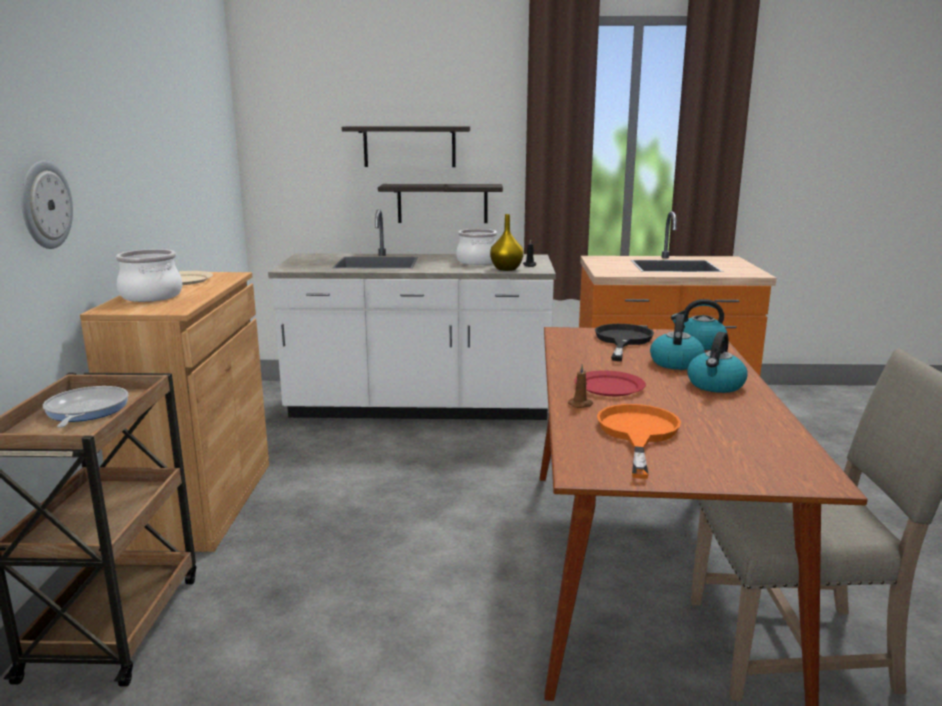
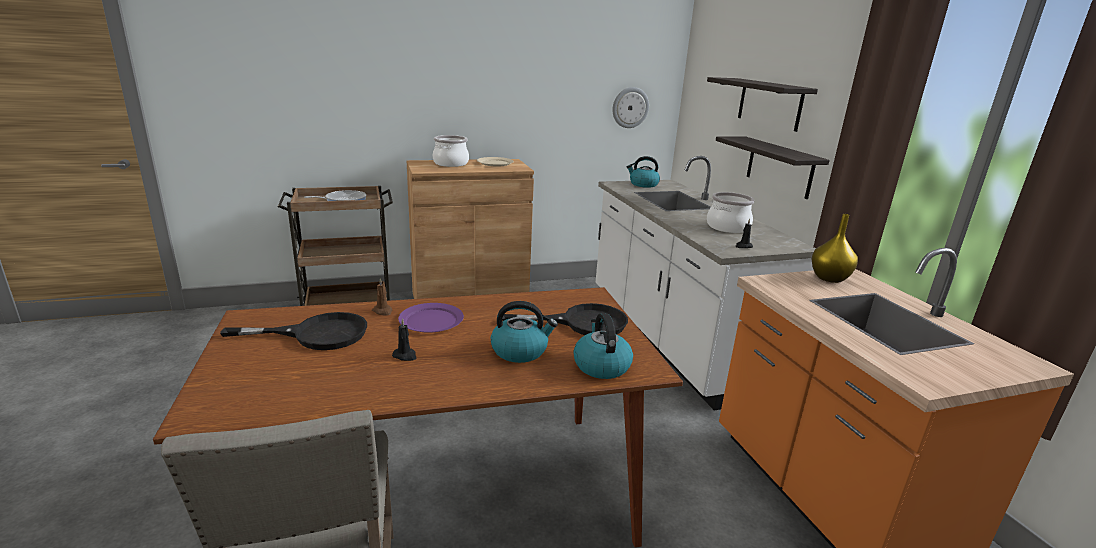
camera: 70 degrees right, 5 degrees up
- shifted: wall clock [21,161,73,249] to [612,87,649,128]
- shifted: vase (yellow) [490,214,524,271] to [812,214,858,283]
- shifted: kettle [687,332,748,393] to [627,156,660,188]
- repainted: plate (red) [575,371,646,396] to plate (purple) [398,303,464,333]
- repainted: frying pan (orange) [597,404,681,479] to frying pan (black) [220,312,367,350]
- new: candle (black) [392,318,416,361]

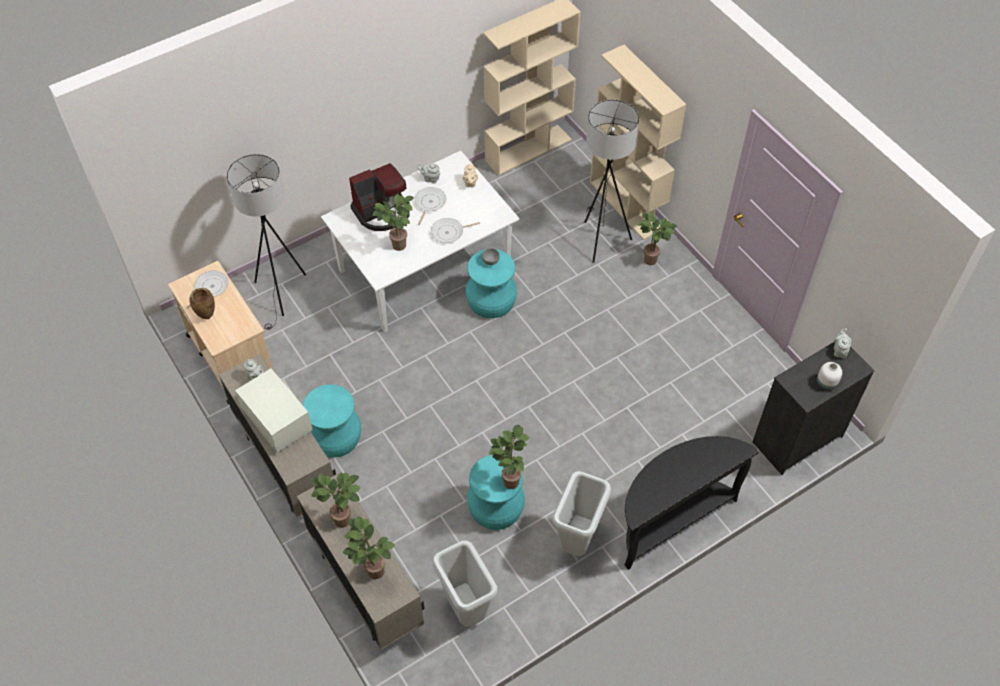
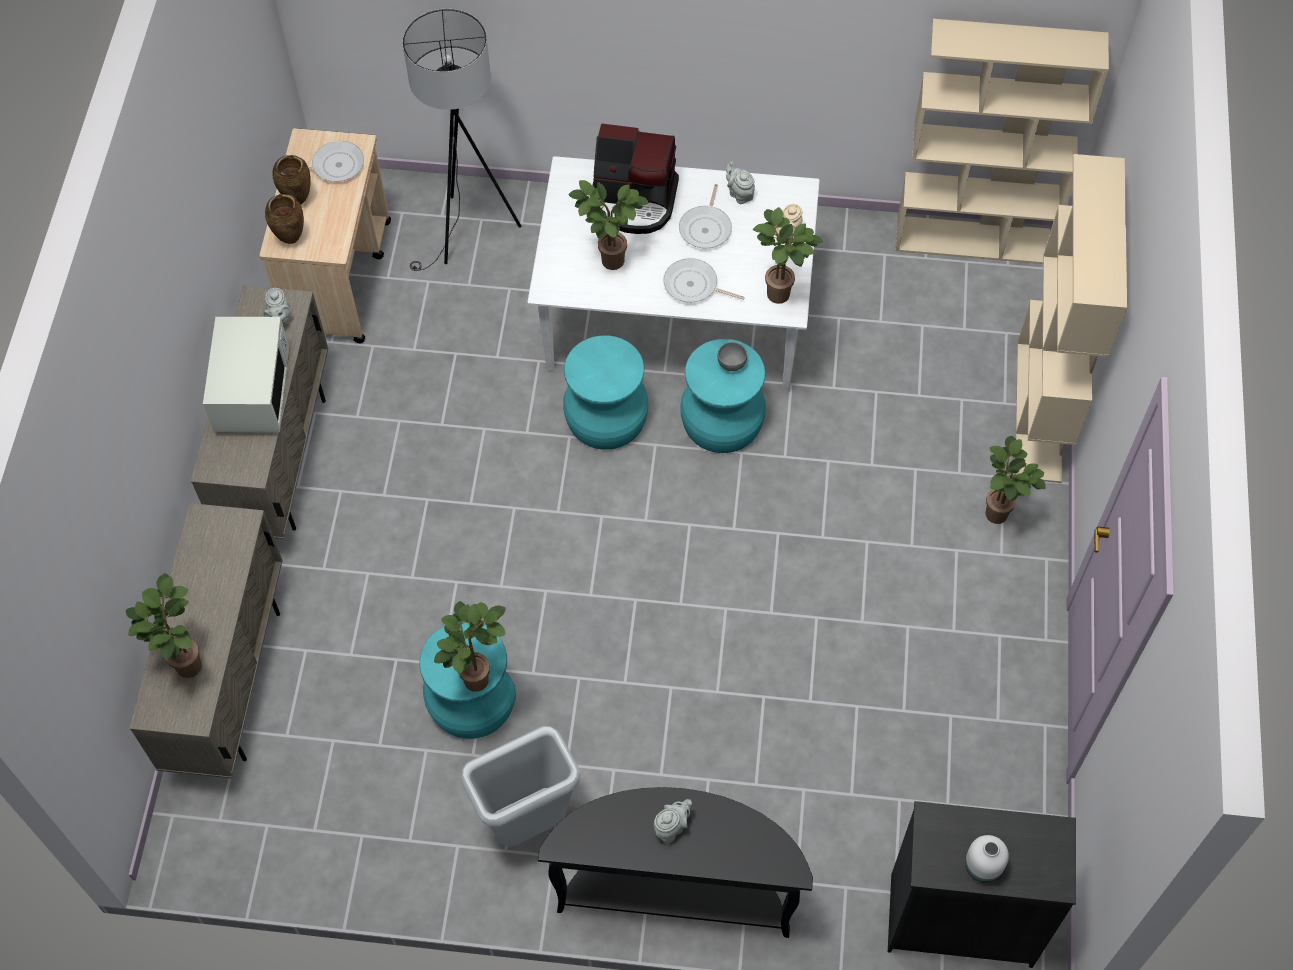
camera: 40 degrees right, 5 degrees up
- gone: floor lamp (grey) [585,99,639,263]
- rotated: frying pan [415,187,446,225] = [679,184,732,249] 135 degrees clockwise
- shifted: teapot (grey) [834,328,852,358] to [654,799,692,843]
- shifted: stool (turquoise) [303,384,361,458] to [563,335,648,450]
- shifted: potted plant [311,472,360,528] to [753,207,823,304]
- gone: trash can (grey) [432,541,497,627]
- new: vase (brown) [265,194,304,244]

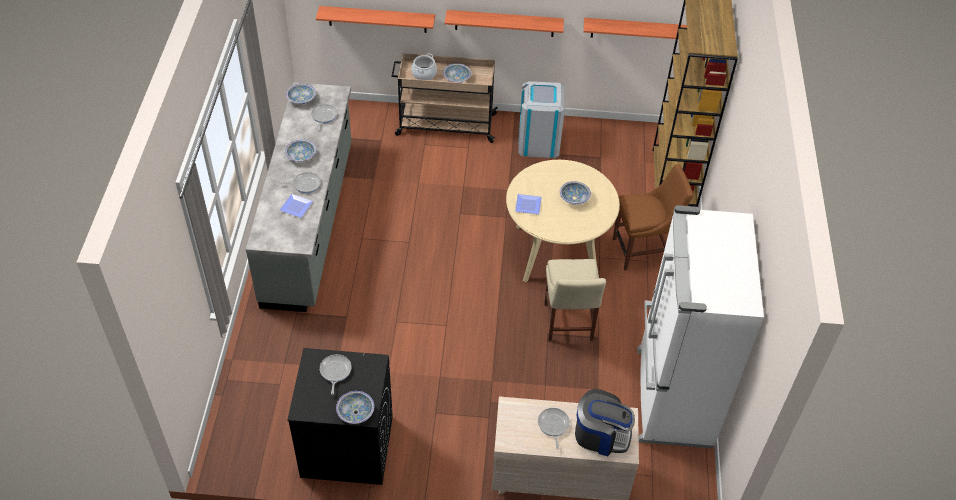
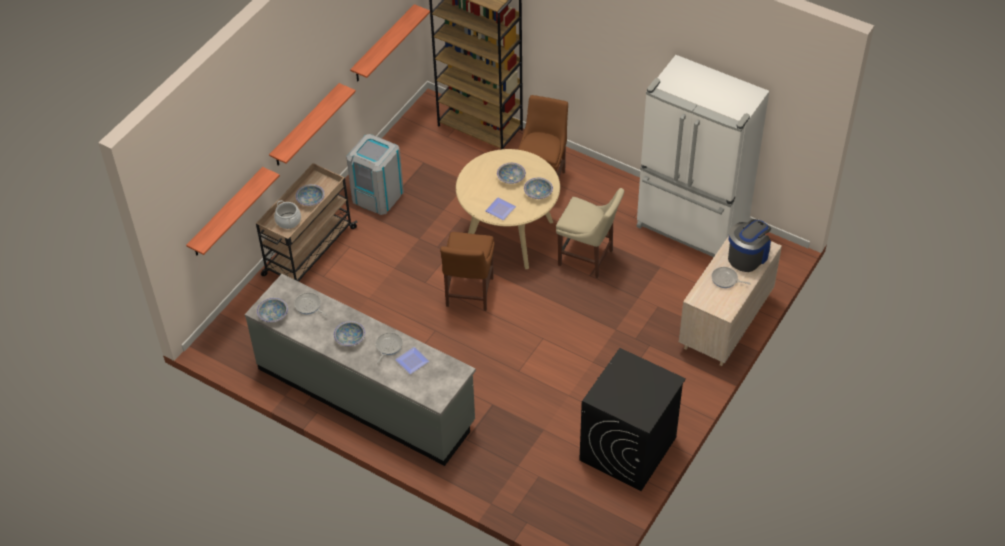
camera: 60 degrees left, 0 degrees up
- gone: frying pan [320,354,351,395]
- shifted: bowl [336,391,374,424] to [524,178,553,199]
- new: chair (brown) [440,232,495,311]

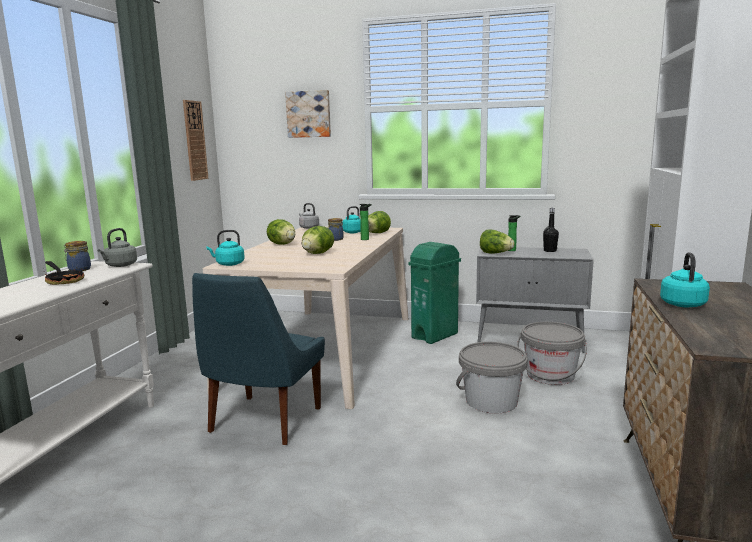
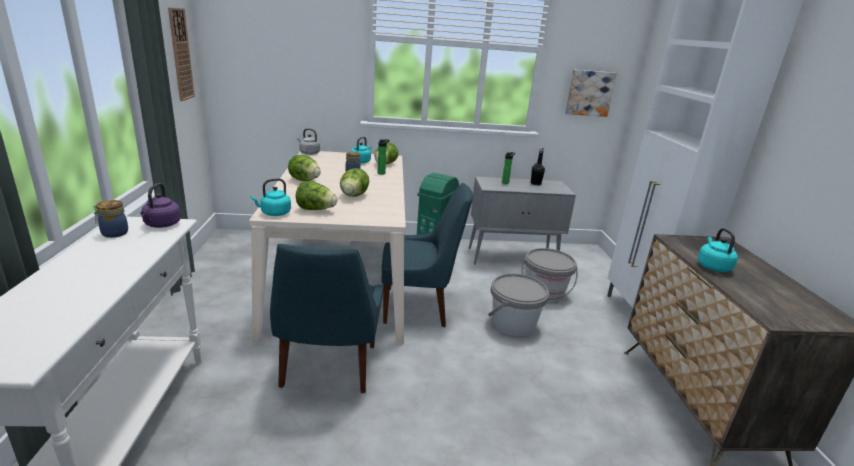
camera: 20 degrees left, 10 degrees up
- shifted: picture [285,90,331,138] to [565,70,617,117]
- repainted: kettle (grey) [97,228,137,267] to kettle (purple) [140,183,181,228]
- shifted: lettuce [480,230,515,254] to [296,181,337,210]
- gone: frying pan [45,261,85,285]
- new: chair (blue) [382,183,473,327]

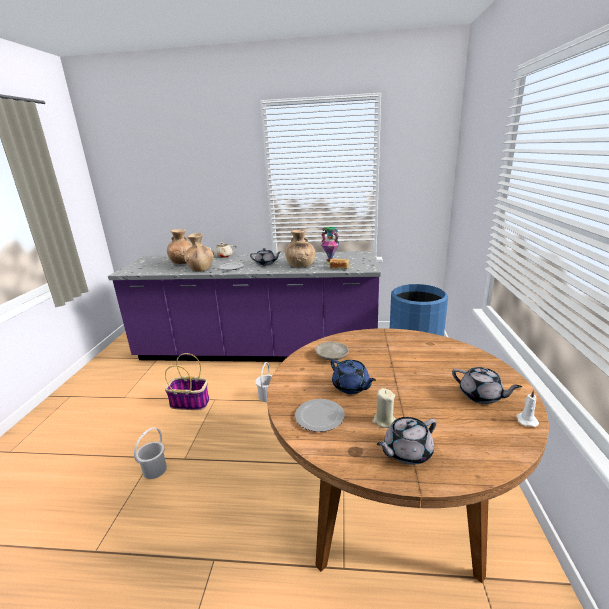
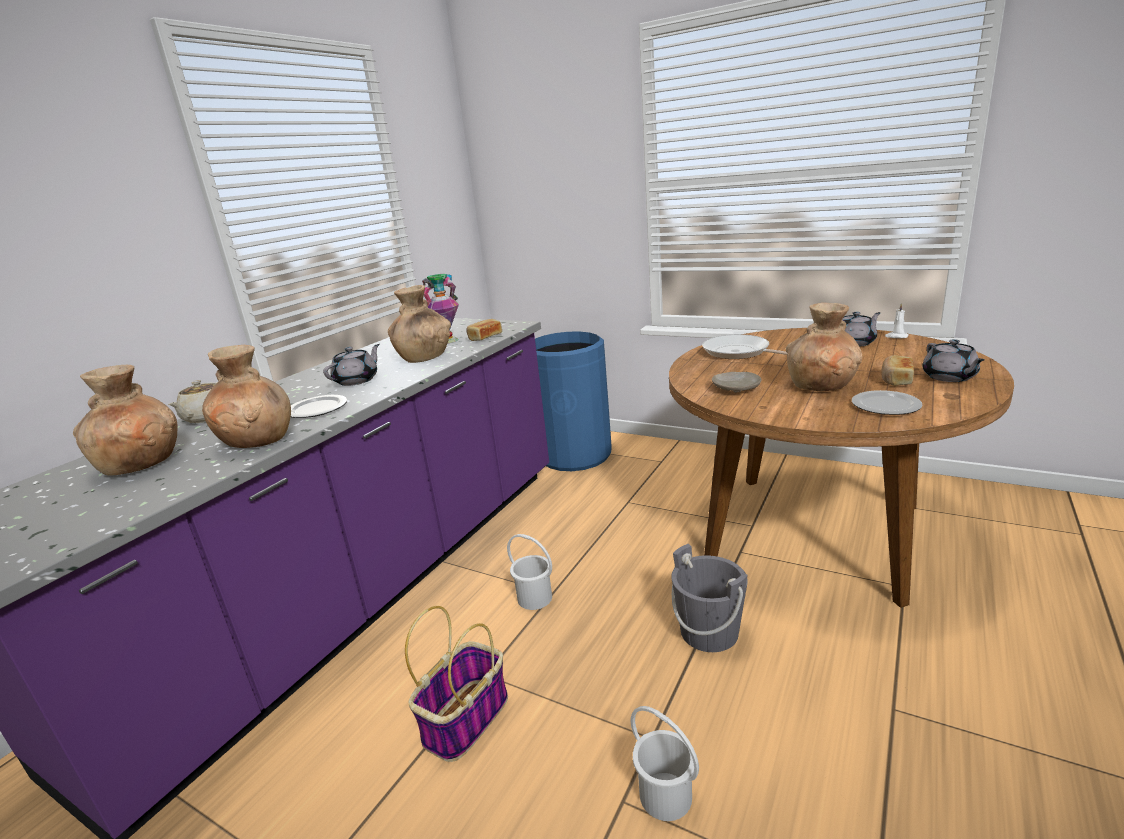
camera: 65 degrees left, 0 degrees up
- swapped: teapot (blue) [331,359,376,394] to vase (brown) [786,303,863,391]
- swapped: candle (beige) [372,388,396,428] to bread [881,355,914,386]
- new: frying pan [702,334,787,359]
- new: bucket (grey) [671,544,748,652]

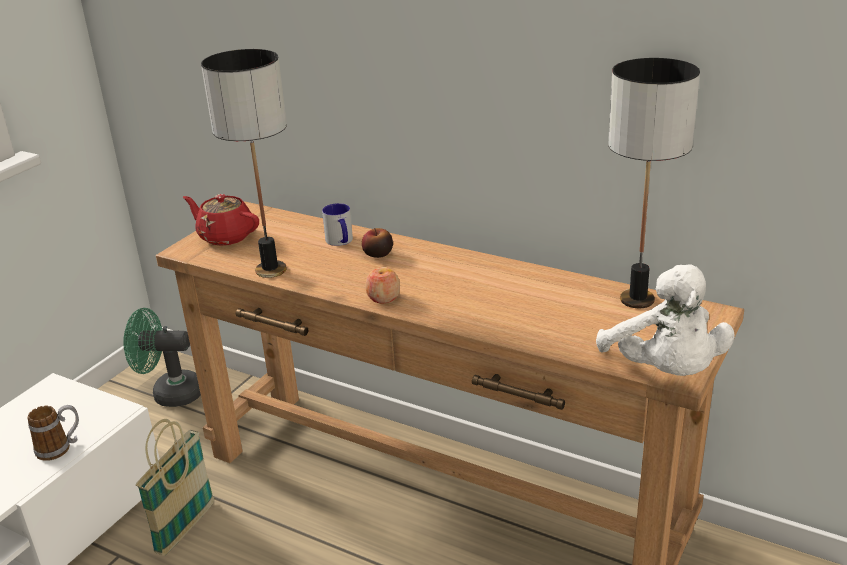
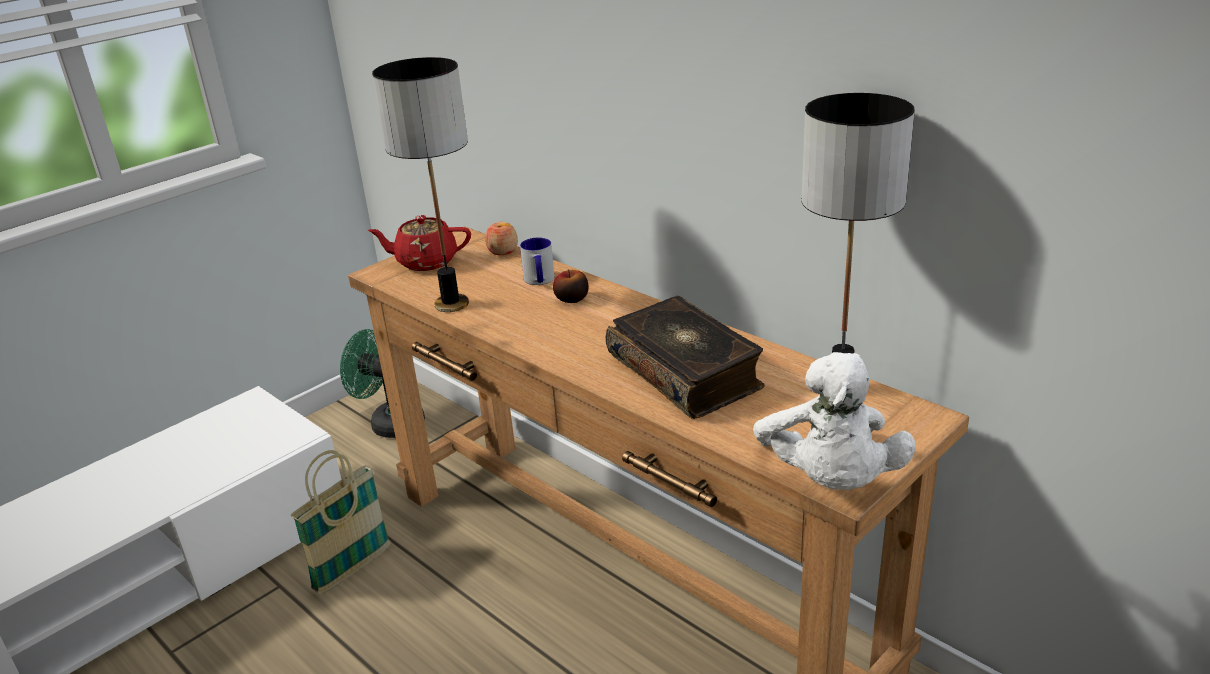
camera: 15 degrees right, 0 degrees up
- rotated: teapot (red) [183,194,259,246] = [367,215,471,271] 45 degrees counterclockwise
- shifted: apple [366,267,400,303] to [485,222,518,255]
- gone: mug [27,405,79,461]
- new: book [606,296,765,419]

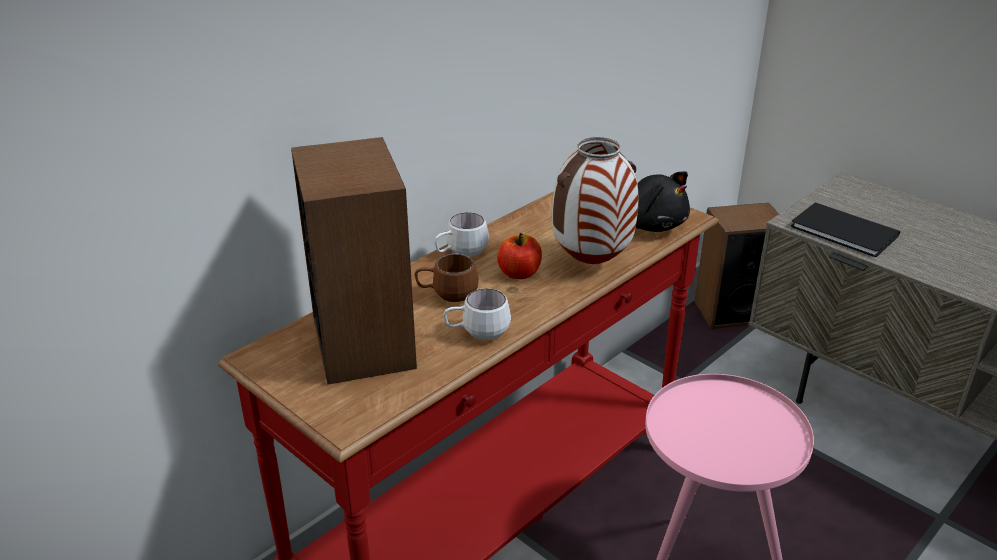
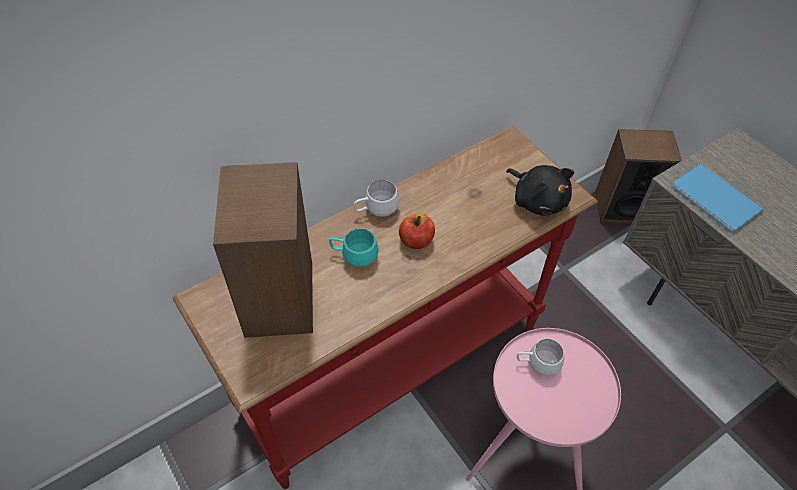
camera: 10 degrees right, 20 degrees up
- gone: vase [552,137,639,264]
- repainted: book (black) [791,202,900,257] to book (blue) [671,164,764,233]
- repainted: mug (brown) [415,254,479,302] to mug (turquoise) [329,229,379,267]
- shifted: mug (white) [443,288,511,340] to [517,339,564,376]

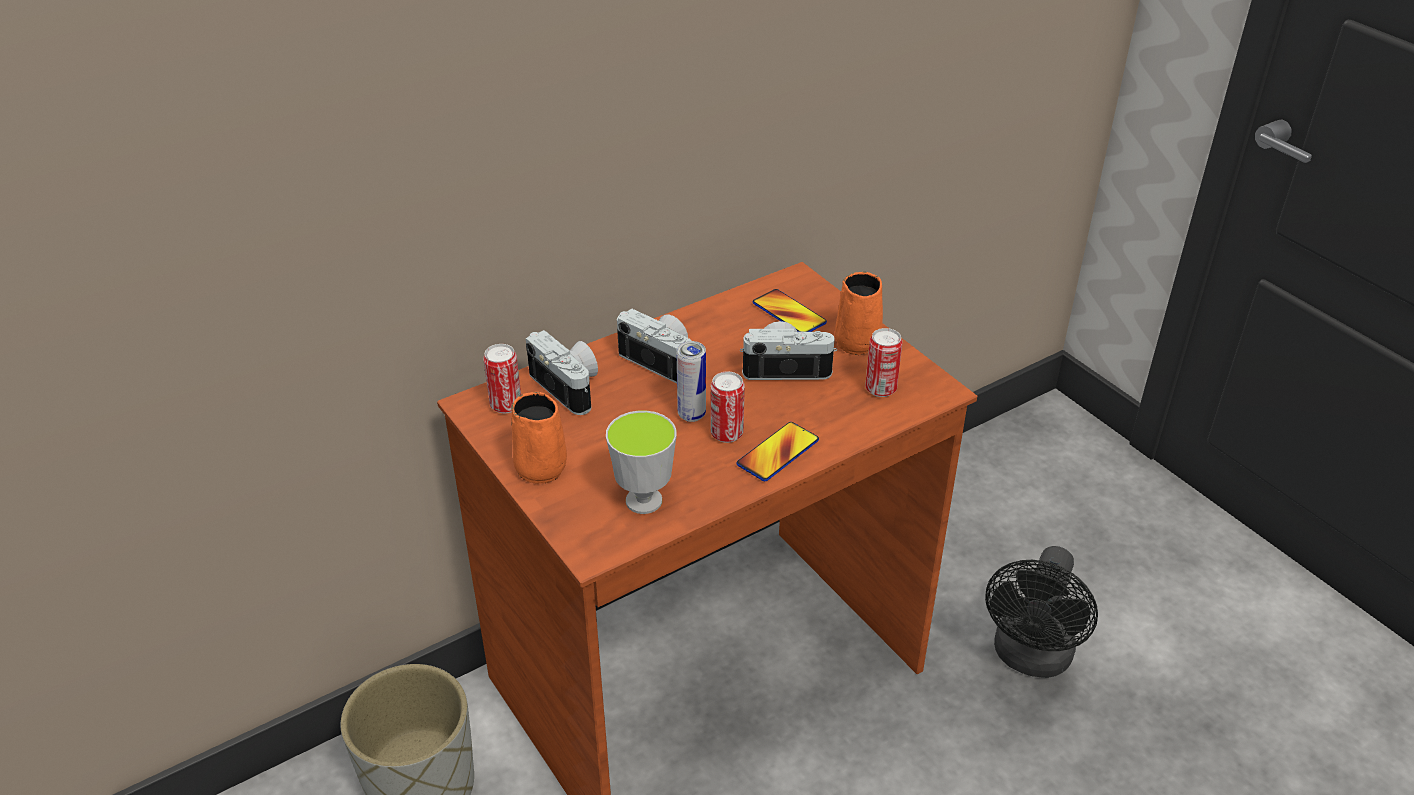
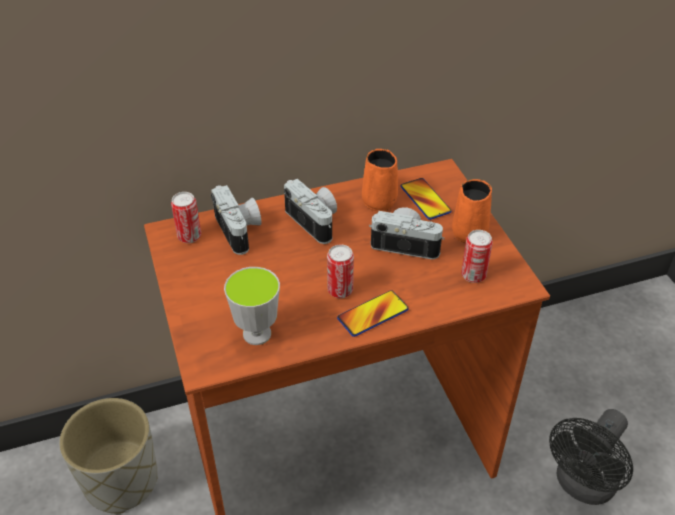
camera: 15 degrees right, 5 degrees up
- gone: can [677,341,706,422]
- shifted: mug (orange) [511,392,567,484] to [362,149,398,211]

